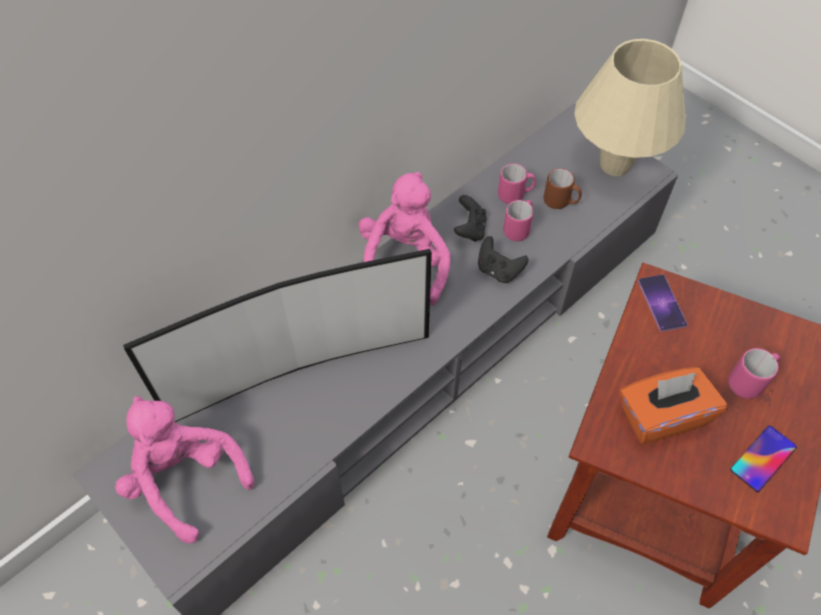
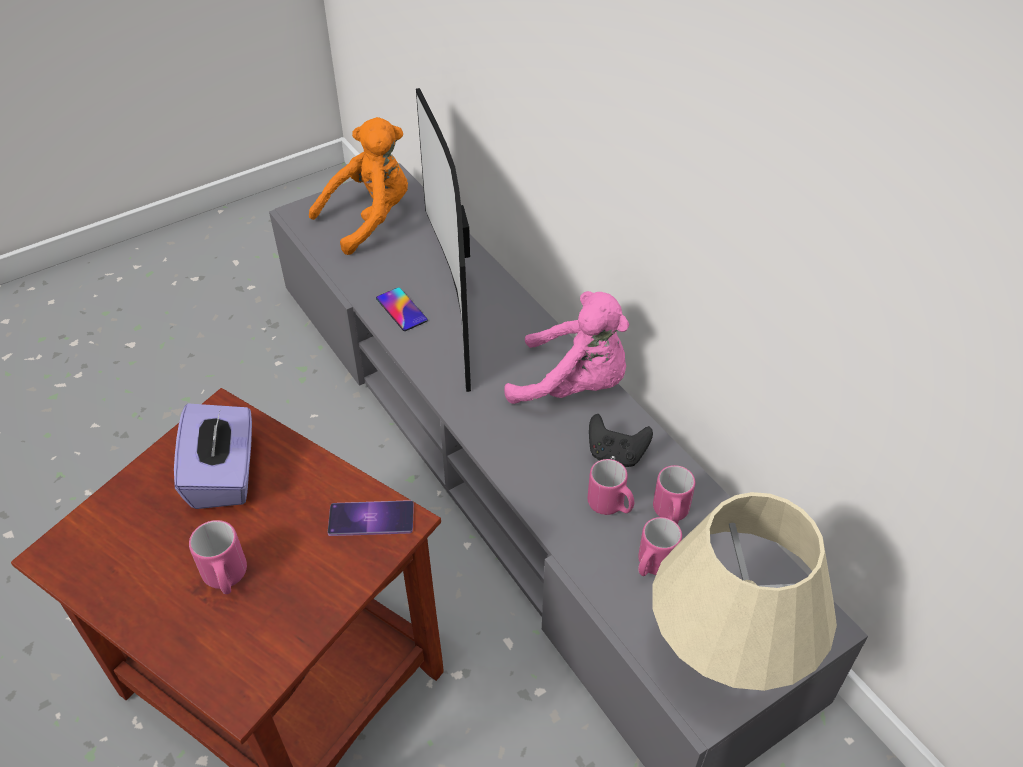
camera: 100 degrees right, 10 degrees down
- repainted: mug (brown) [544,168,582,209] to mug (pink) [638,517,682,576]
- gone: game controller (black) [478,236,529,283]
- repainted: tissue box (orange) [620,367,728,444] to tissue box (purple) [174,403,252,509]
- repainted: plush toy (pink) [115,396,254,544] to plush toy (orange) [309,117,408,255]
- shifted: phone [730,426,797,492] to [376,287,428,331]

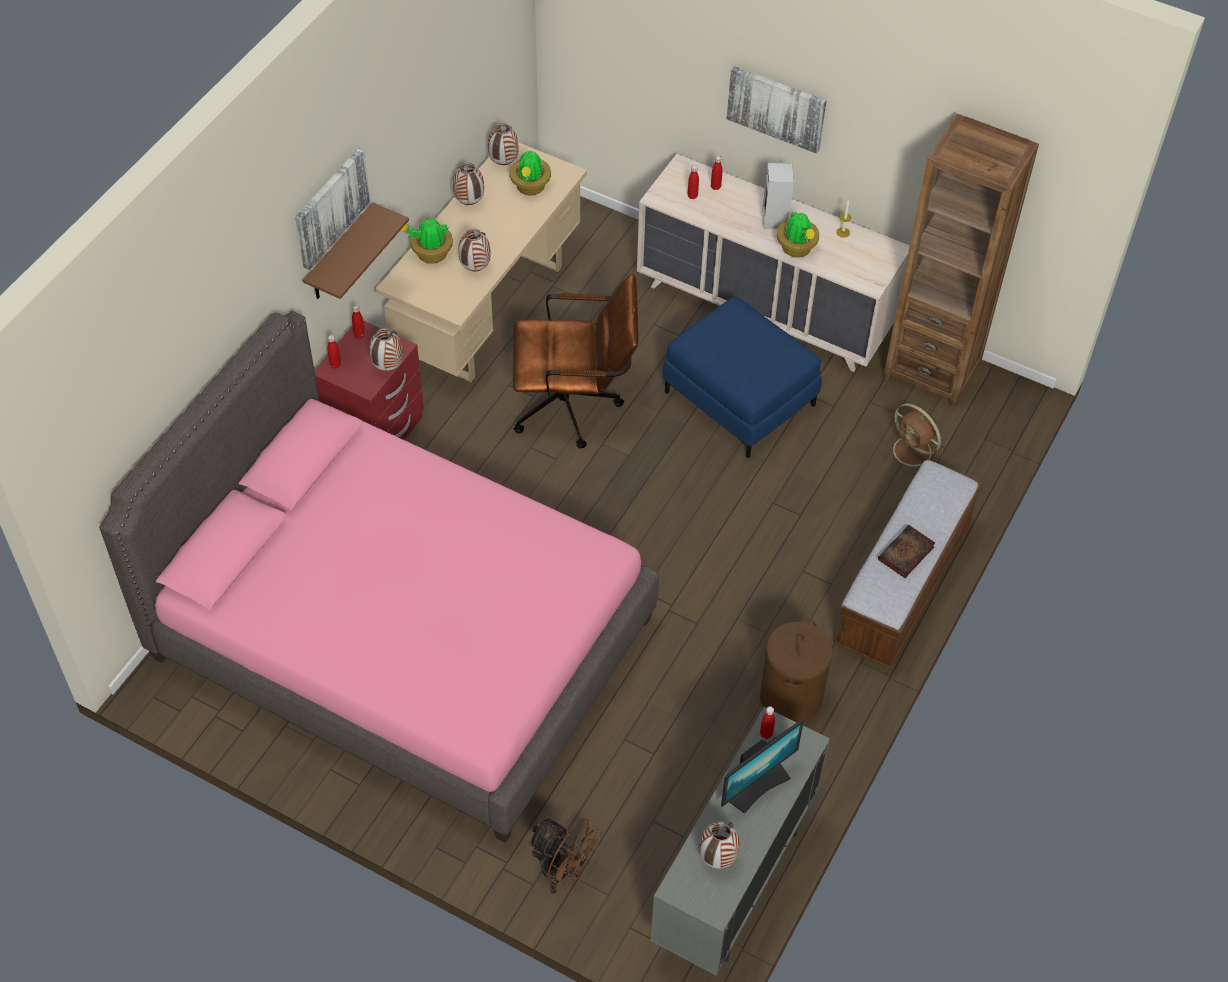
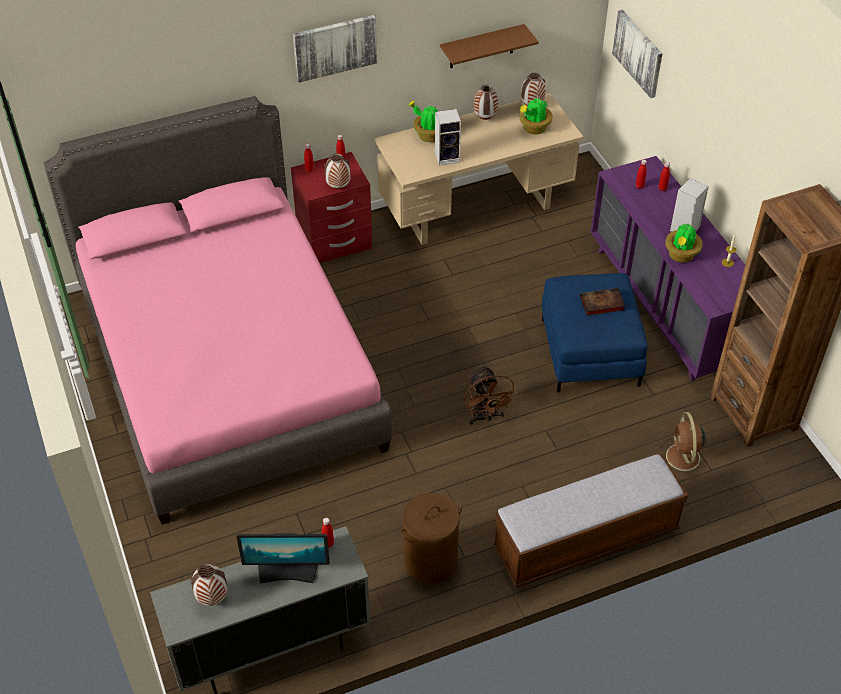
camera: 40 degrees right, 5 degrees down
- shifted: picture [727,66,826,154] to [612,9,662,98]
- repainted: dresser (beige) [637,154,910,372] to dresser (purple) [591,156,745,381]
- shifted: shelf (brown) [303,202,409,299] to [440,24,538,68]
- swapped: vase [458,228,491,271] to speaker [435,109,461,166]
- gone: office chair (brown) [513,274,638,448]
- shifted: book [878,525,935,578] to [580,288,625,316]
- shifted: fan (brown) [528,818,602,894] to [464,365,518,425]

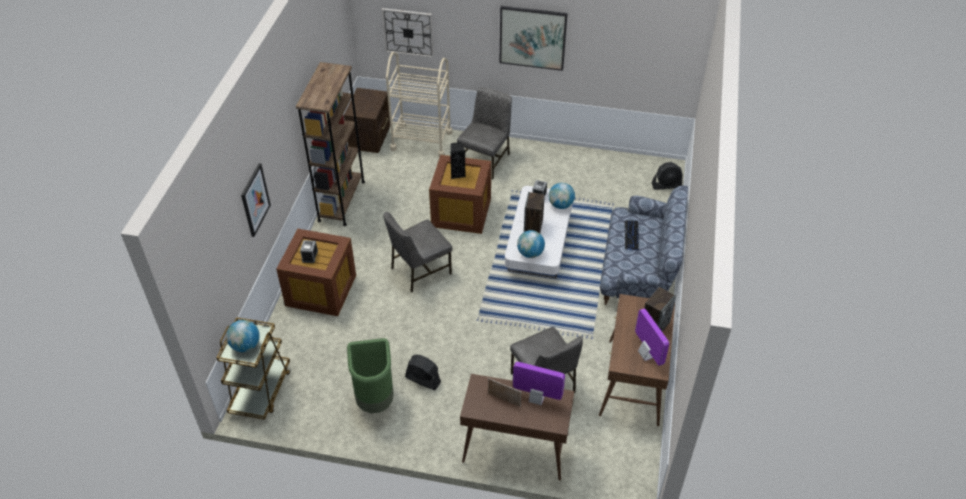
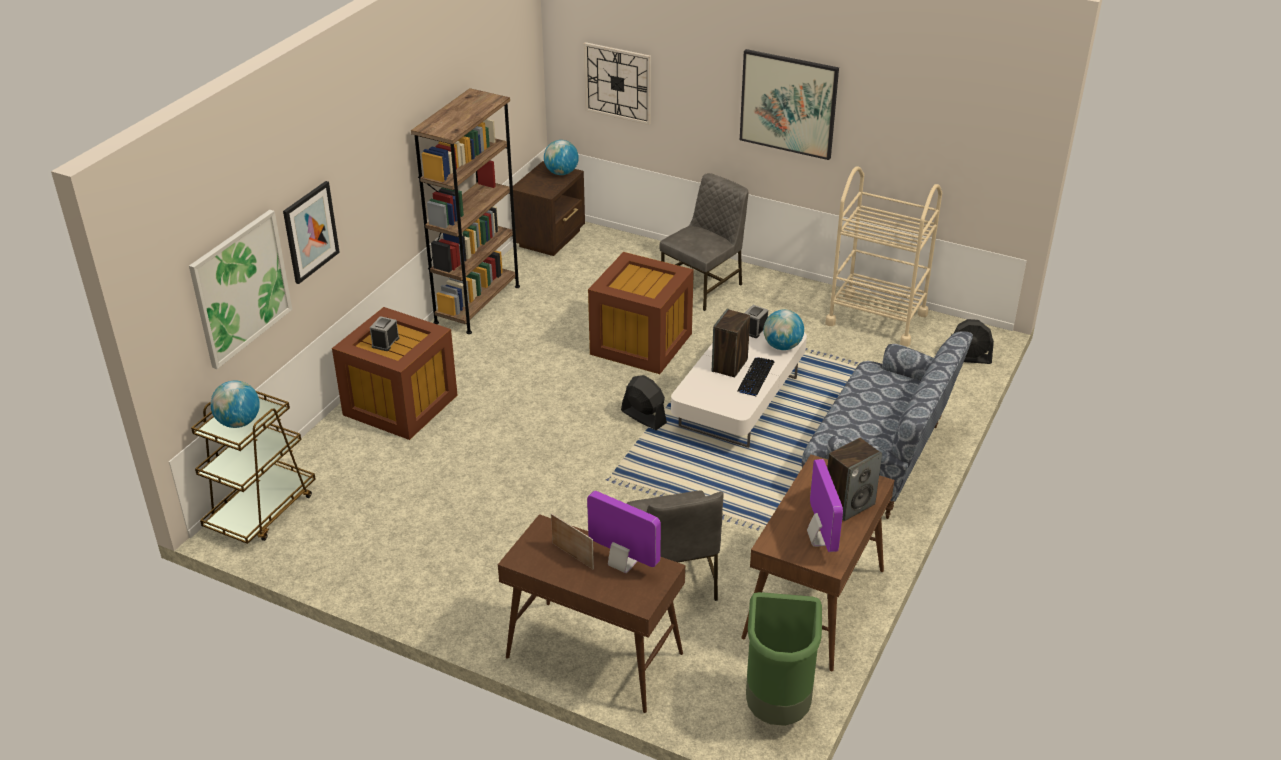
camera: 15 degrees right, 10 degrees down
- shifted: cart (beige) [386,52,453,157] to [825,167,942,346]
- gone: speaker (black) [450,142,466,179]
- gone: chair (grey) [383,212,452,293]
- shifted: keyboard [625,220,639,250] to [737,357,774,396]
- shifted: globe [517,230,545,258] to [544,140,579,175]
- shifted: trash can (green) [347,338,393,413] to [746,592,822,726]
- shifted: fan (black) [405,354,441,390] to [621,375,667,430]
- new: picture [189,210,292,369]

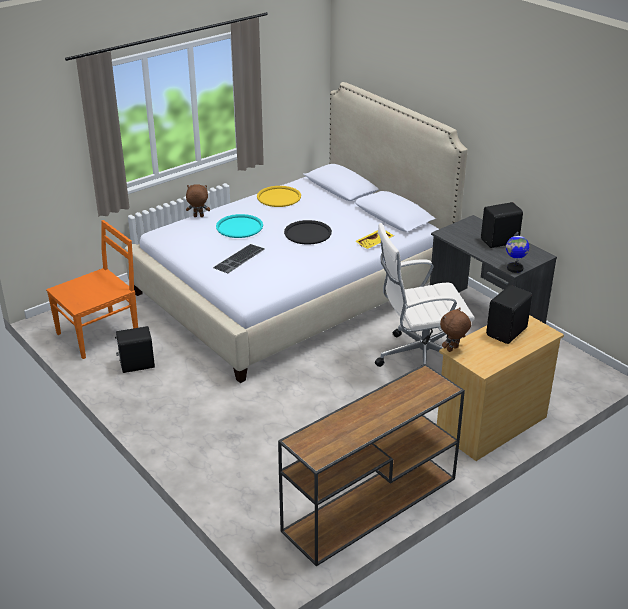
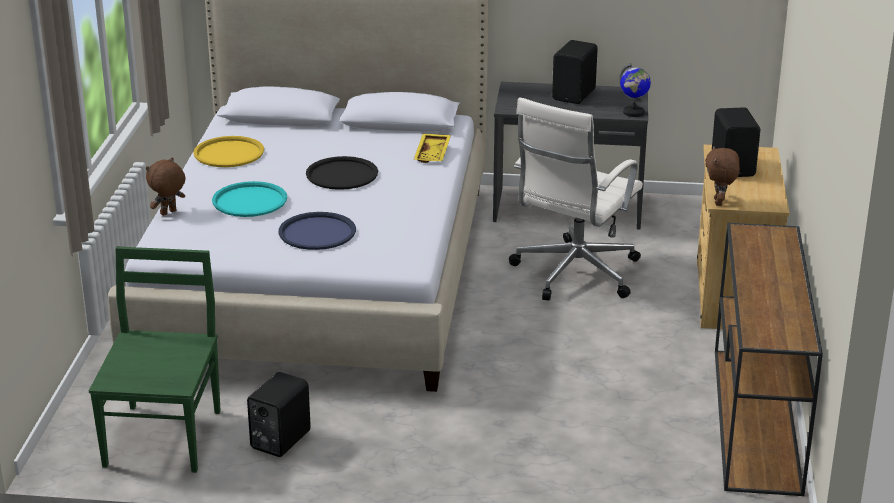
camera: 45 degrees left, 5 degrees down
- repainted: chair (orange) [46,220,138,359] to chair (green) [89,247,221,473]
- swapped: keyboard [213,244,265,273] to tray (blue) [278,212,356,250]

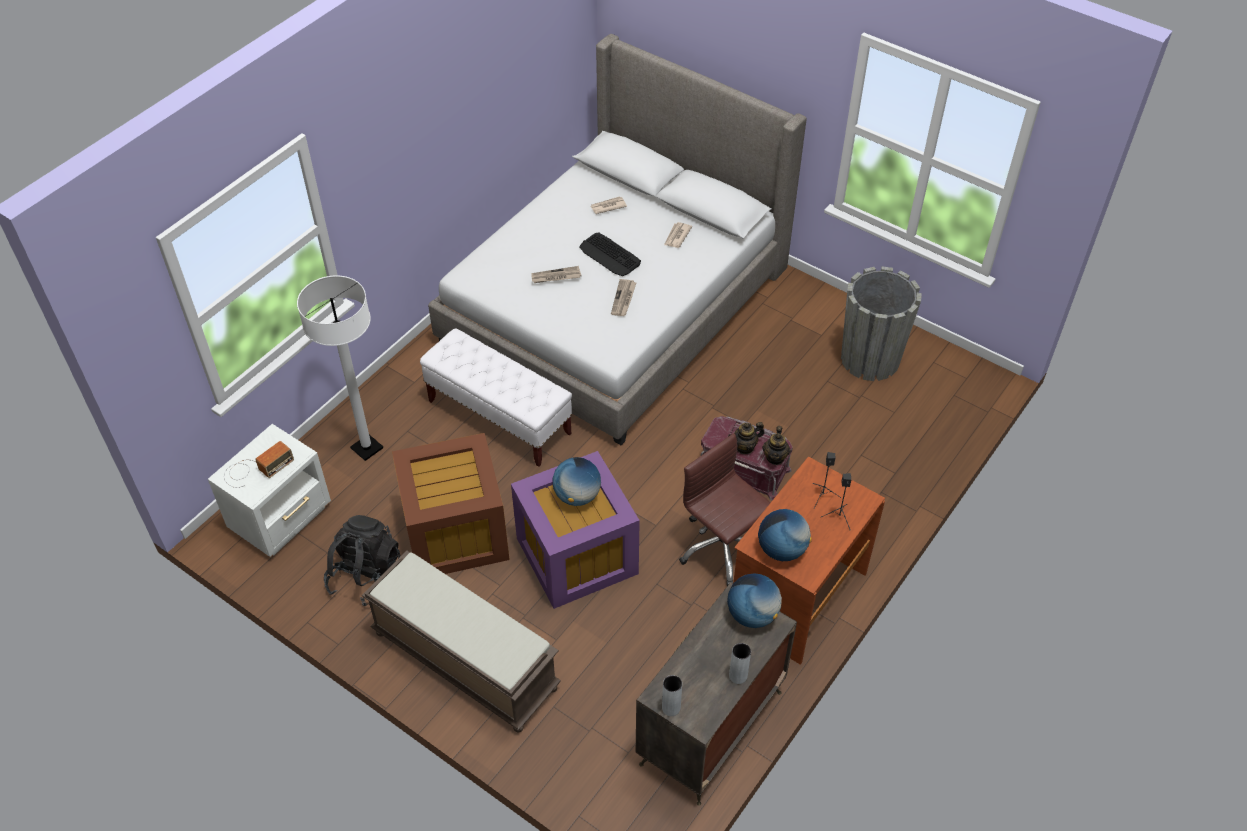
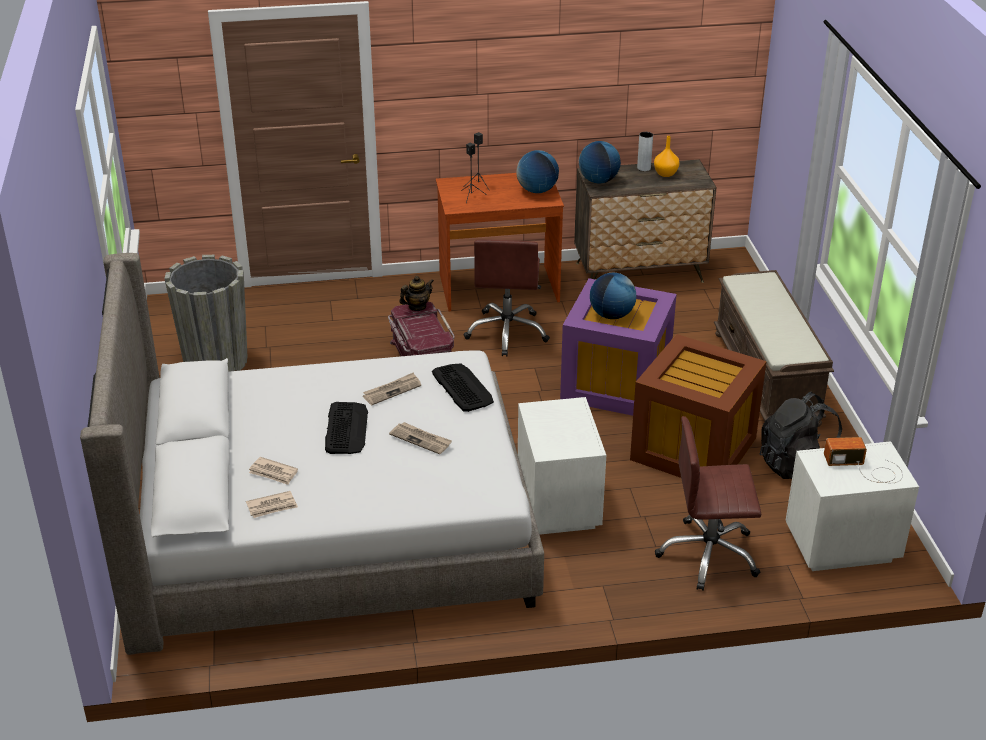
camera: 135 degrees left, 15 degrees down
- shifted: newspaper [664,222,692,248] to [246,491,298,518]
- swapped: floor lamp (white) [297,275,383,461] to office chair (brown) [655,416,761,591]
- swapped: bench (white) [420,328,572,467] to nightstand (white) [518,397,606,535]
- gone: teapot [728,422,765,454]
- gone: vase (grey) [662,675,682,716]
- new: vase (orange) [654,136,679,177]
- new: keyboard [432,364,494,412]

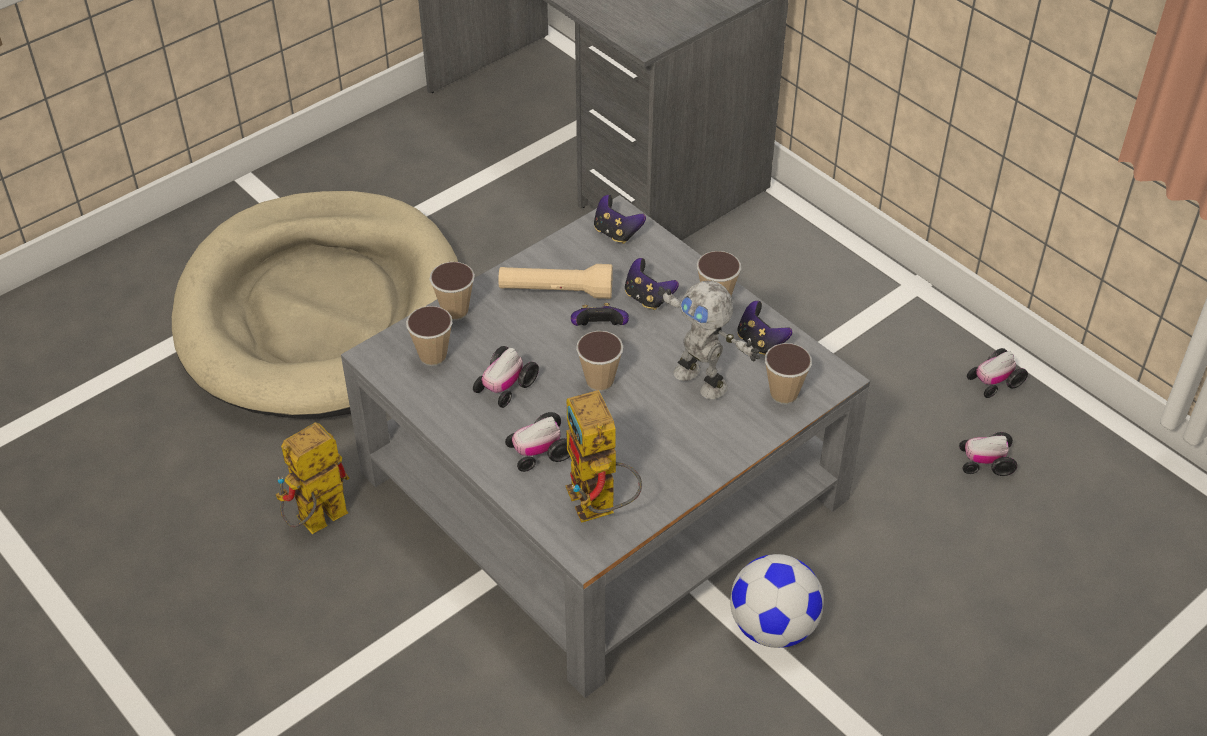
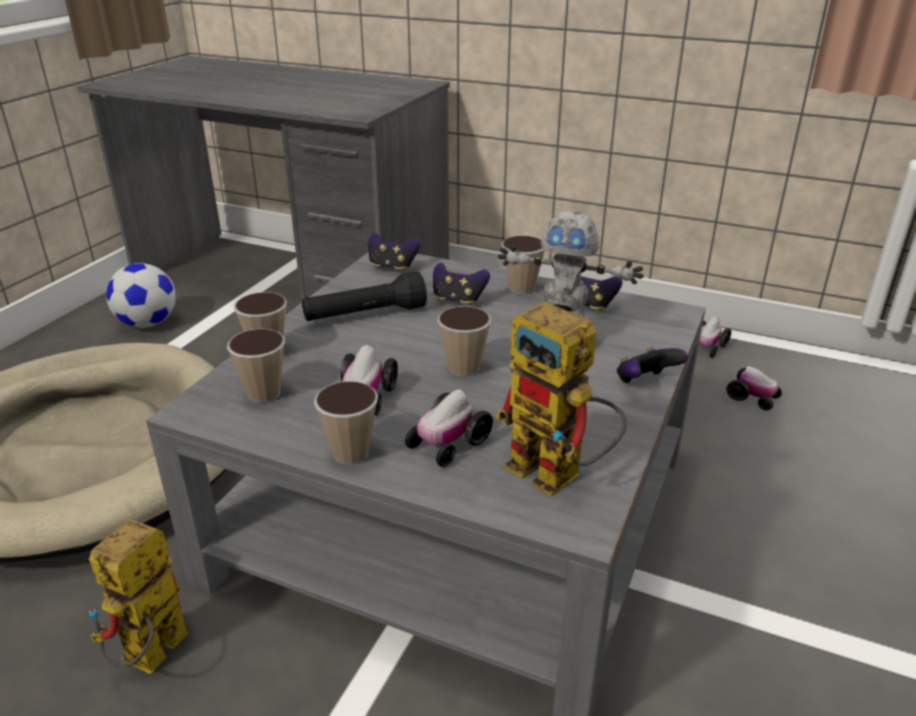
camera: 25 degrees left, 15 degrees down
- repainted: flashlight (beige) [498,264,613,299] to flashlight (black) [302,271,427,321]
- shifted: game controller [571,303,629,326] to [617,347,688,383]
- shifted: cup [765,343,812,404] to [314,381,378,464]
- rotated: toy car [959,432,1017,476] = [726,366,782,410] 120 degrees counterclockwise
- shifted: football [730,554,824,648] to [106,263,176,328]

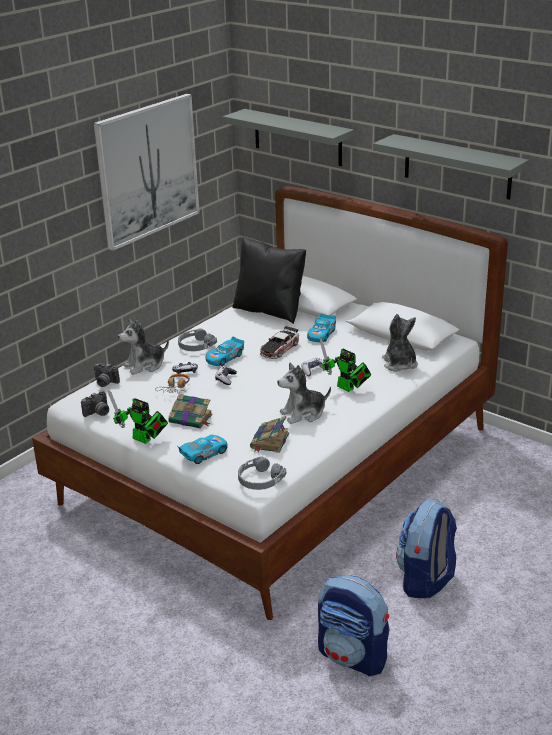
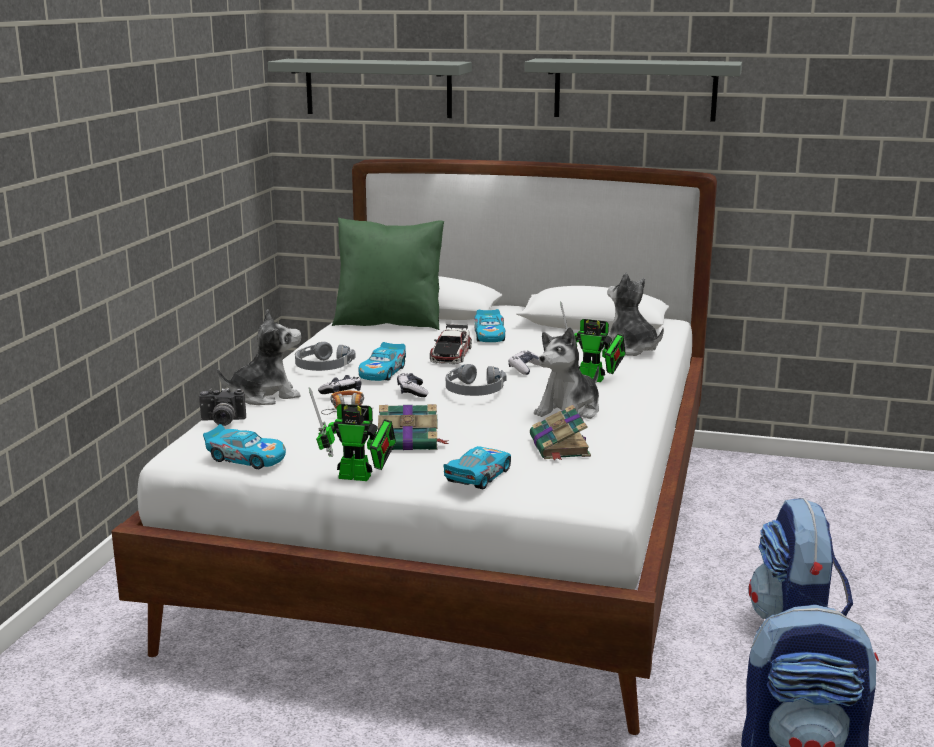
camera: 25 degrees left, 10 degrees down
- gone: picture [94,94,200,251]
- repainted: pillow (black) [232,237,306,324] to pillow (green) [332,218,444,330]
- rotated: plush toy [118,319,169,375] = [217,309,301,405] 150 degrees counterclockwise
- swapped: photo camera [81,391,109,417] to toy car [203,424,286,469]
- shifted: headphones (grey) [238,456,286,490] to [446,364,506,396]

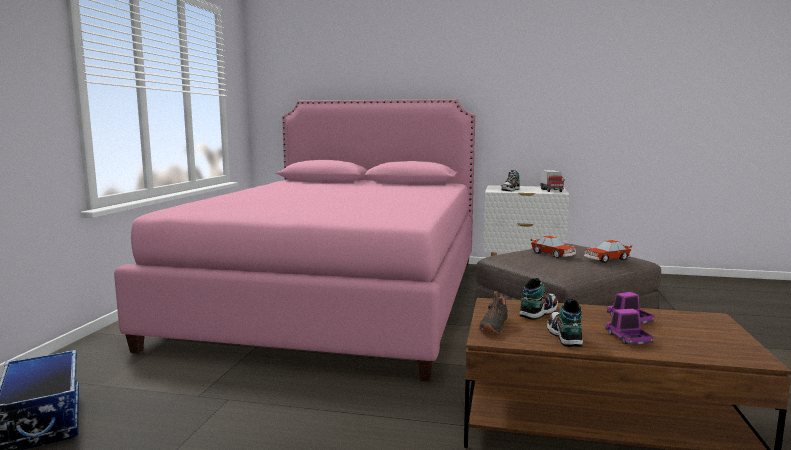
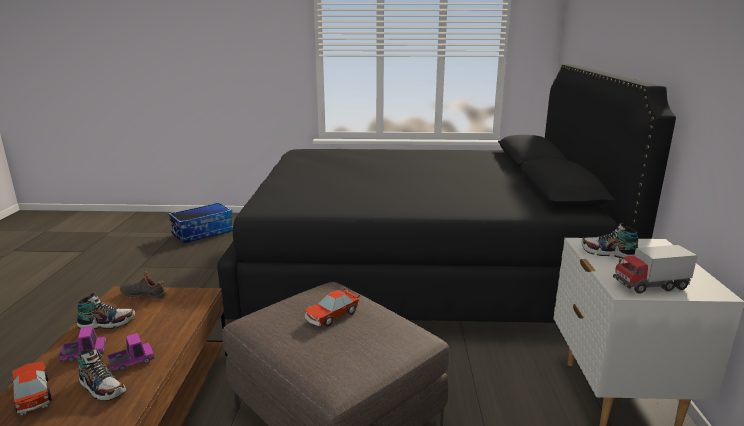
camera: 80 degrees right, 10 degrees up
- repainted: bed (pink) [114,99,475,381] to bed (black) [217,64,676,324]
- shifted: toy car [584,240,632,263] to [12,361,52,415]
- shifted: shoe [520,278,558,320] to [77,348,126,401]

